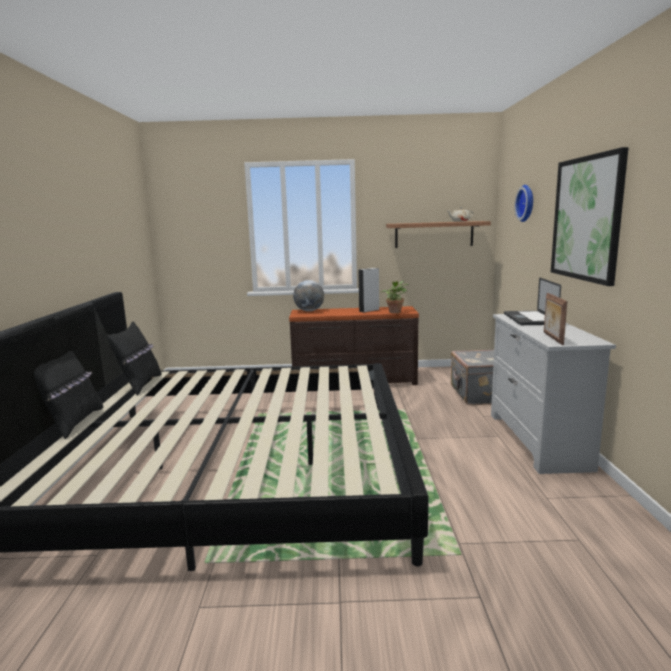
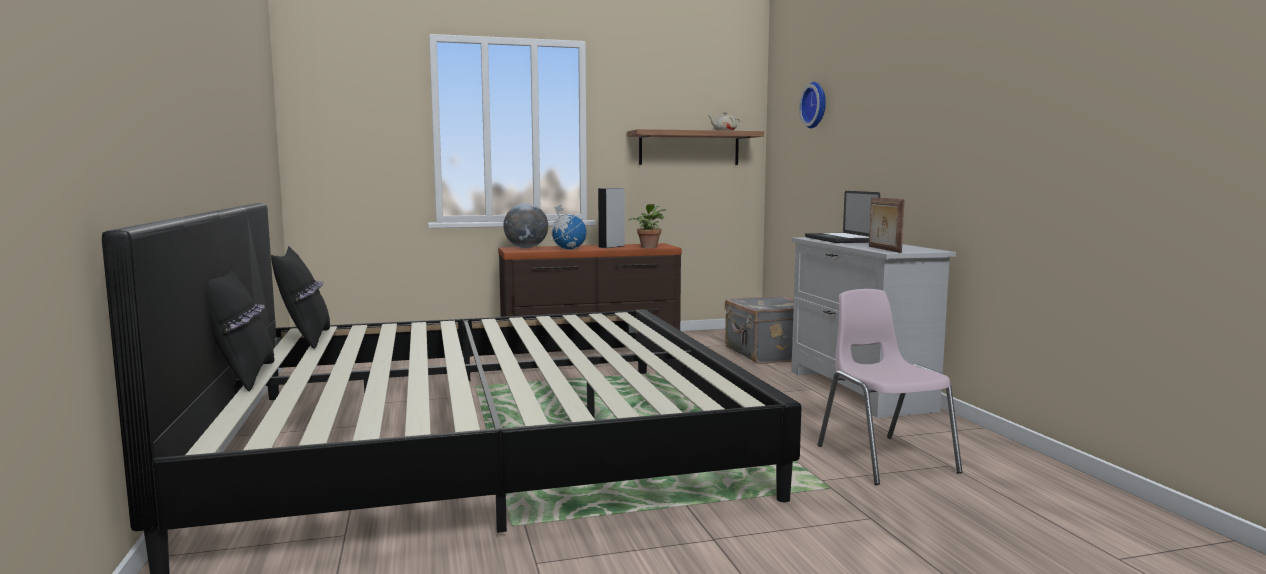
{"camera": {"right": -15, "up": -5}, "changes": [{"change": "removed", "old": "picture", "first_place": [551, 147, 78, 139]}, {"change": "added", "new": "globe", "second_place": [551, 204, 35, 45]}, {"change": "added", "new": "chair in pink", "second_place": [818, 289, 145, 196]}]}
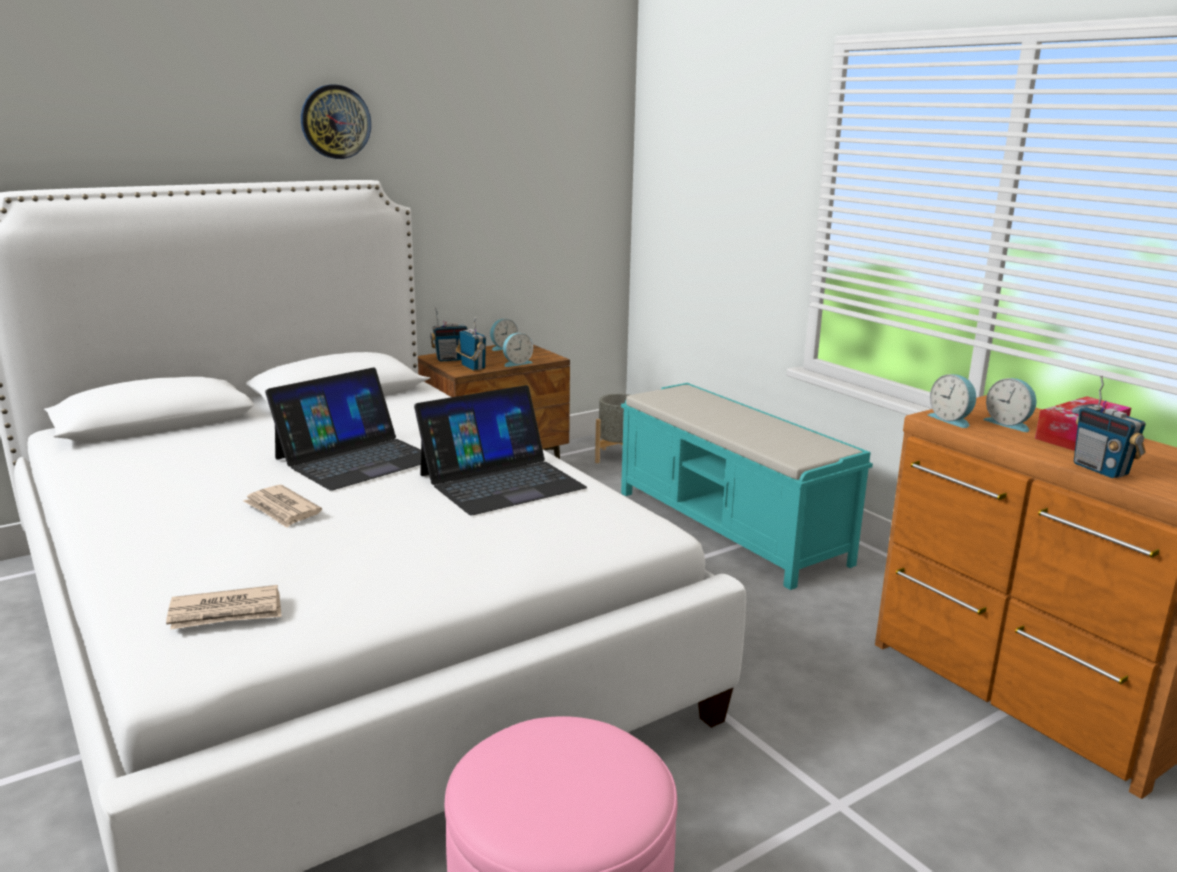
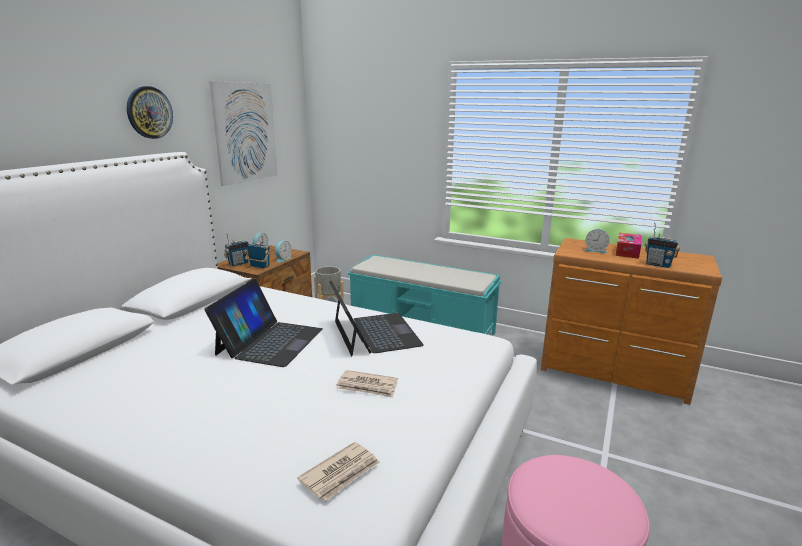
{"camera": {"right": -30, "up": 0}, "changes": [{"change": "removed", "old": "alarm clock", "first_place": [928, 374, 48, 54]}, {"change": "added", "new": "picture", "second_place": [209, 81, 69, 105]}, {"change": "moved", "old": "newspaper", "first_place": [243, 485, 79, 43], "second_place": [337, 370, 61, 28]}, {"change": "turned", "old": "laptop", "first_place": [414, 385, 173, 130], "second_place": [329, 281, 95, 75], "degrees": -45}]}
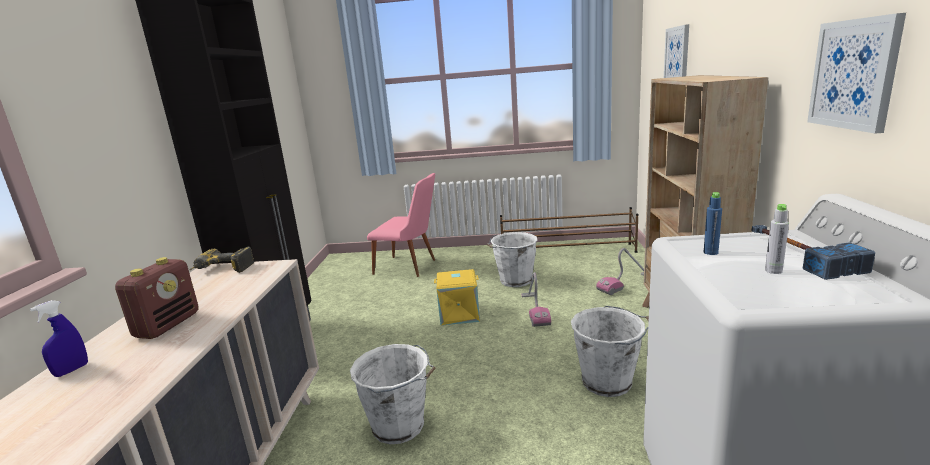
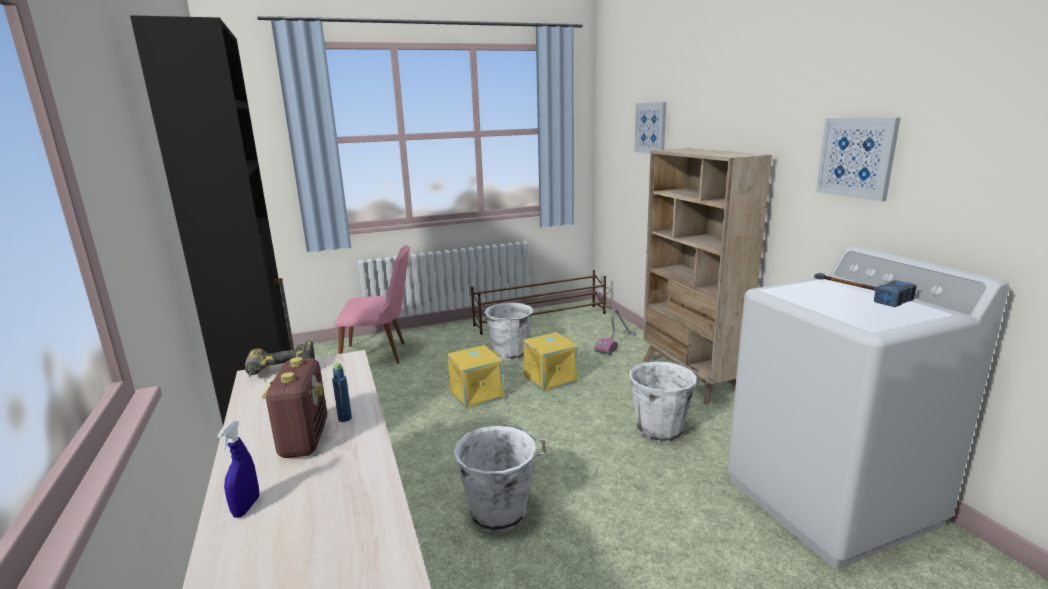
{"camera": {"right": -25, "up": 0}, "changes": [{"change": "removed", "old": "bottle in grey", "first_place": [765, 204, 24, 70]}, {"change": "moved", "old": "bottle in blue", "first_place": [704, 192, 18, 63], "second_place": [332, 363, 20, 59]}, {"change": "replaced", "old": "vacuum cleaner", "new": "storage box in yellow", "first_place": [521, 272, 30, 55], "second_place": [523, 332, 55, 60]}]}
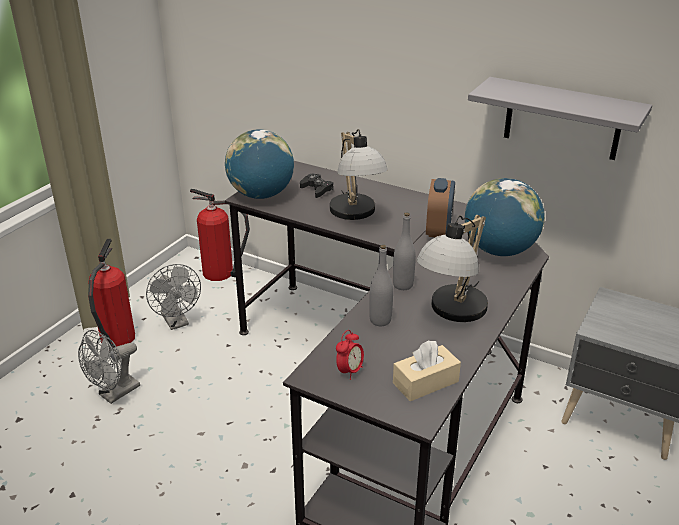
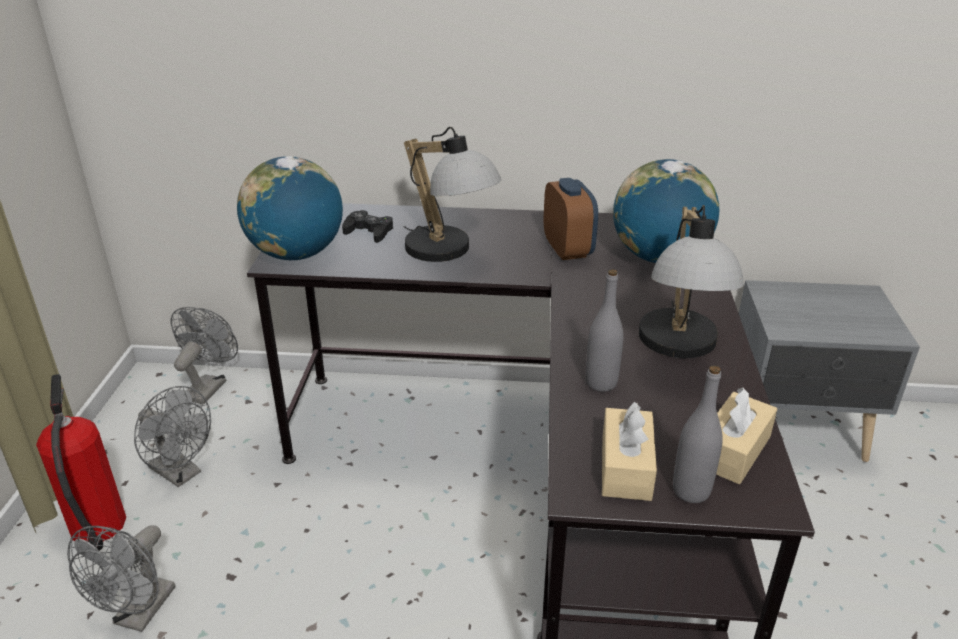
{"camera": {"right": -25, "up": 0}, "changes": [{"change": "removed", "old": "shelf in grey", "first_place": [468, 77, 184, 83]}, {"change": "moved", "old": "bottle in grey", "first_place": [393, 212, 23, 78], "second_place": [673, 366, 50, 137]}, {"change": "replaced", "old": "fire extinguisher", "new": "fan in grey", "first_place": [190, 189, 60, 92], "second_place": [170, 307, 68, 97]}, {"change": "replaced", "old": "alarm clock", "new": "tissue box in beige", "first_place": [336, 330, 28, 50], "second_place": [602, 402, 55, 99]}]}
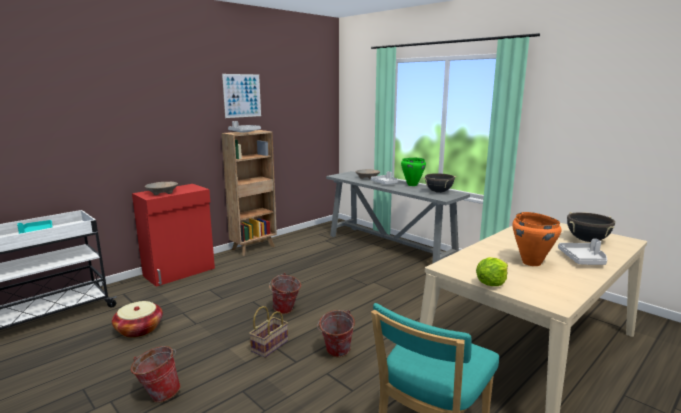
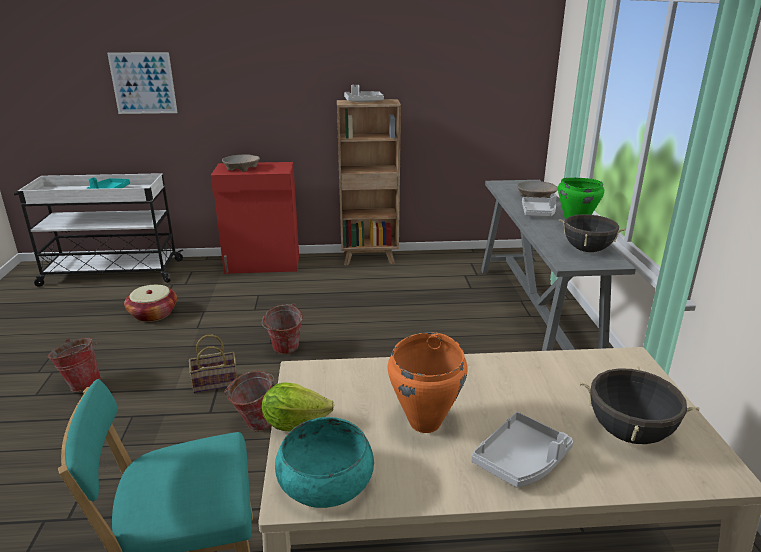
{"camera": {"right": 40, "up": 10}, "changes": [{"change": "added", "new": "bowl in turquoise", "second_place": [275, 417, 99, 91]}, {"change": "moved", "old": "picture", "first_place": [222, 74, 39, 44], "second_place": [107, 52, 70, 62]}]}
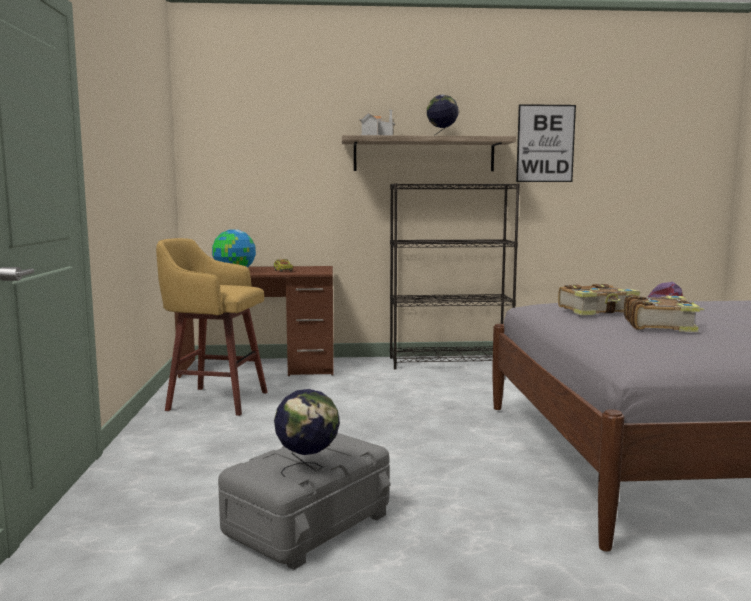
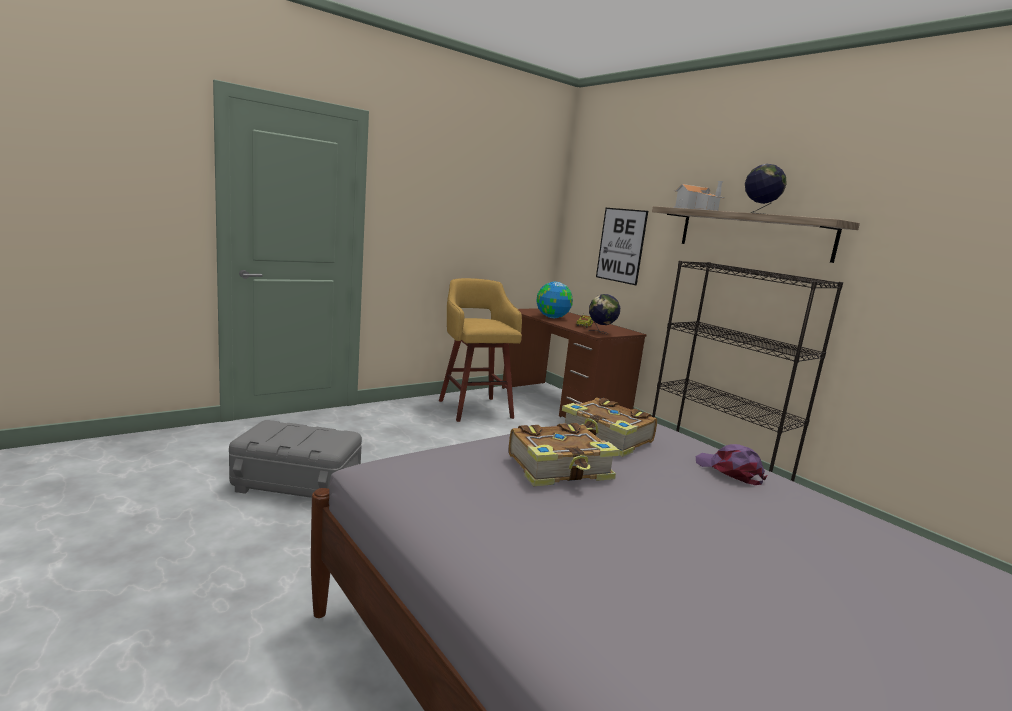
{"camera": {"right": 55, "up": 5}, "changes": [{"change": "moved", "old": "globe", "first_place": [274, 389, 66, 88], "second_place": [589, 294, 31, 41]}, {"change": "moved", "old": "picture", "first_place": [516, 104, 60, 78], "second_place": [596, 208, 52, 77]}]}
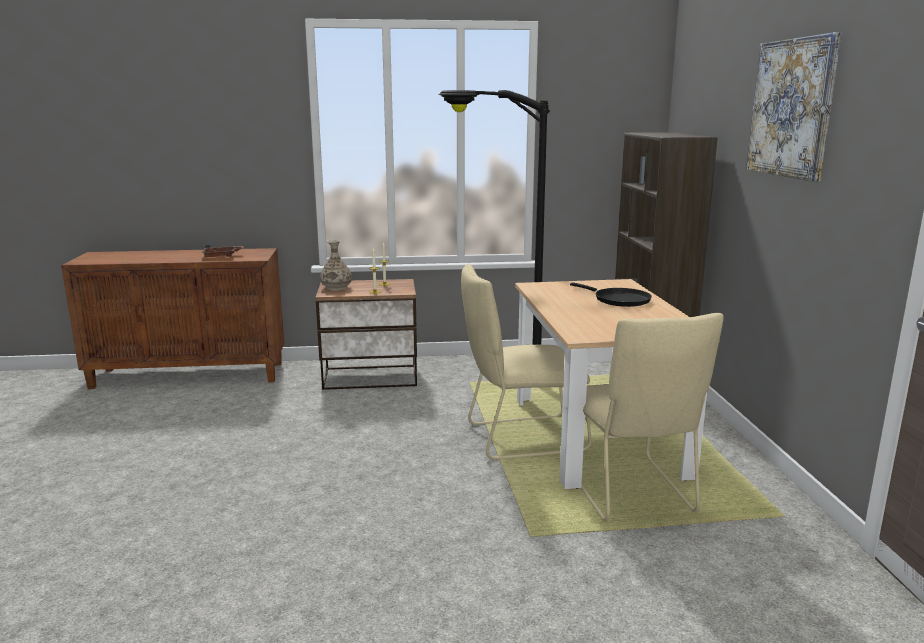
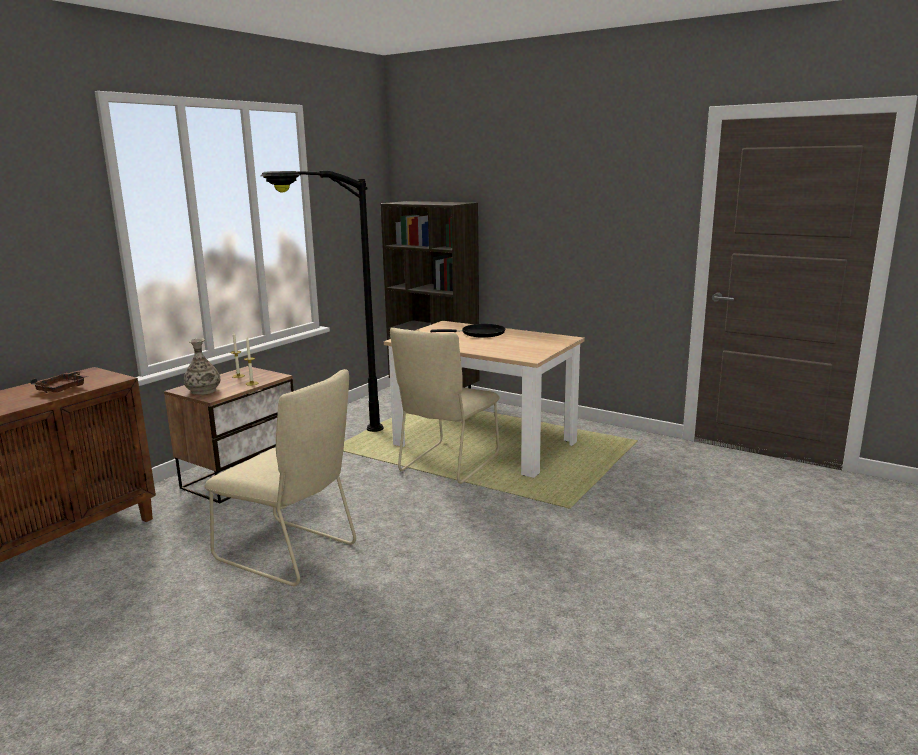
{"camera": {"right": -50, "up": 0}, "changes": [{"change": "removed", "old": "picture", "first_place": [746, 32, 95, 150]}, {"change": "moved", "old": "chair in beige", "first_place": [581, 313, 143, 208], "second_place": [205, 369, 151, 217]}]}
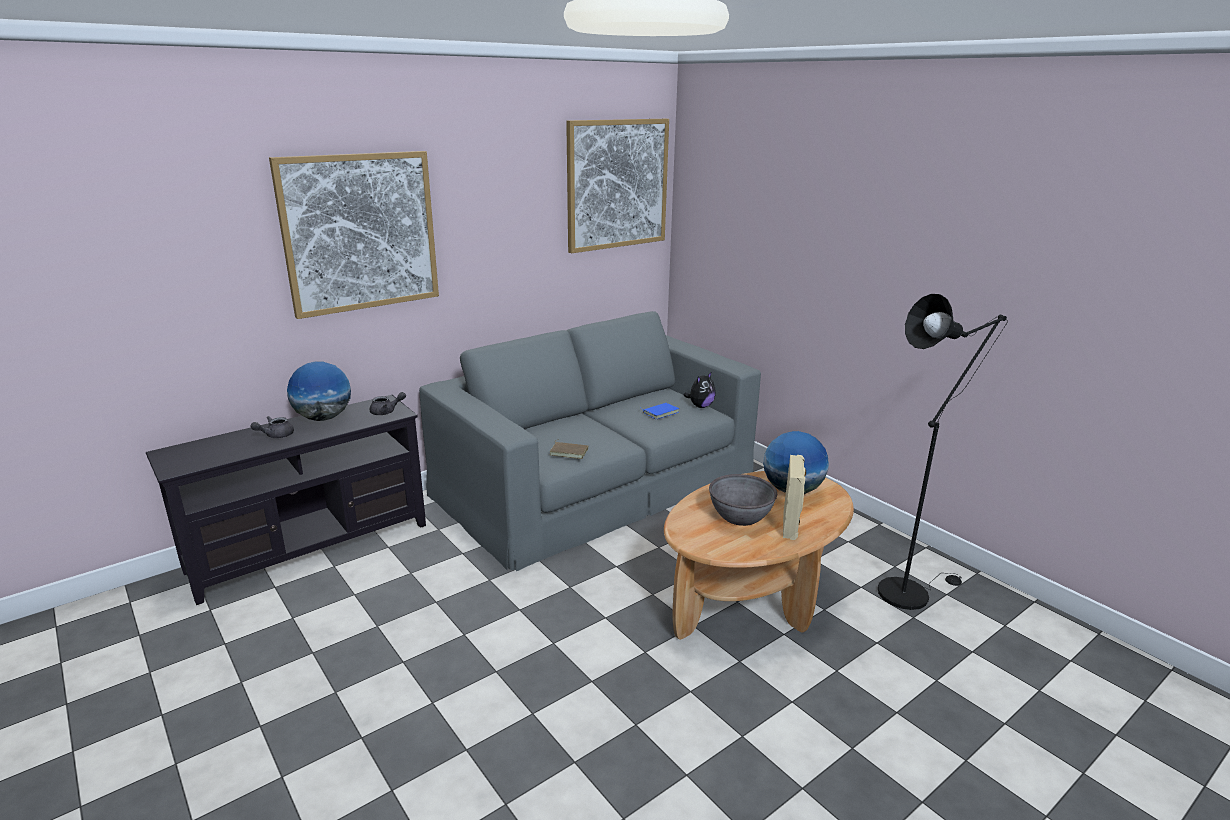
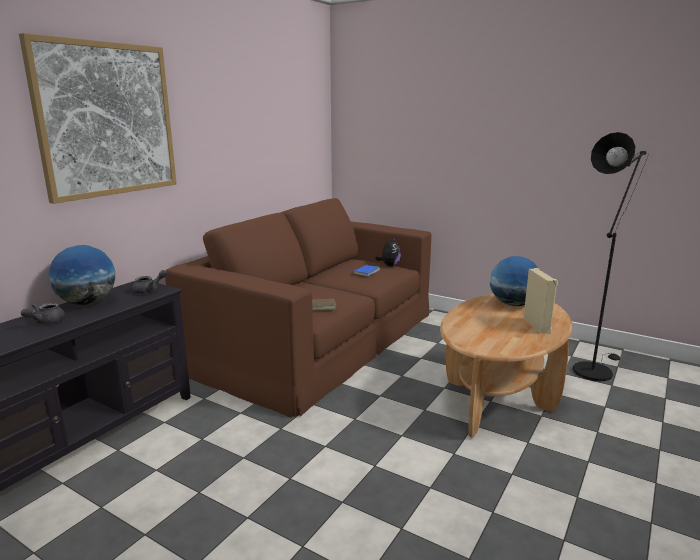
{"camera": {"right": -20, "up": -5}, "changes": [{"change": "removed", "old": "picture", "first_place": [566, 119, 103, 134]}, {"change": "removed", "old": "bowl in grey", "first_place": [709, 474, 68, 52]}, {"change": "recoloured", "old": "sofa in grey", "new": "sofa in brown", "first_place": [419, 311, 342, 260], "second_place": [165, 198, 266, 220]}]}
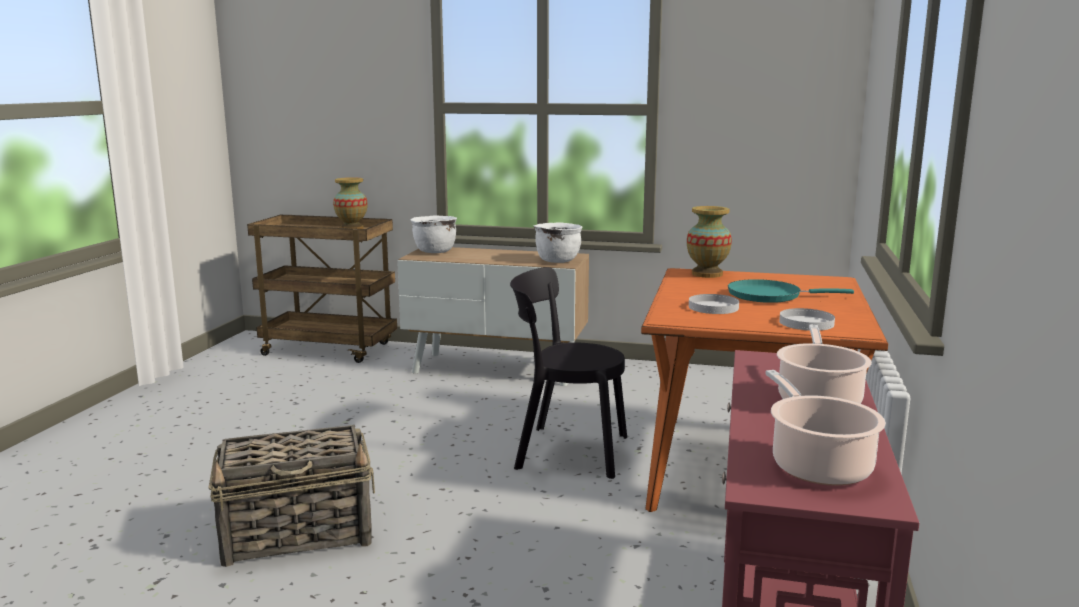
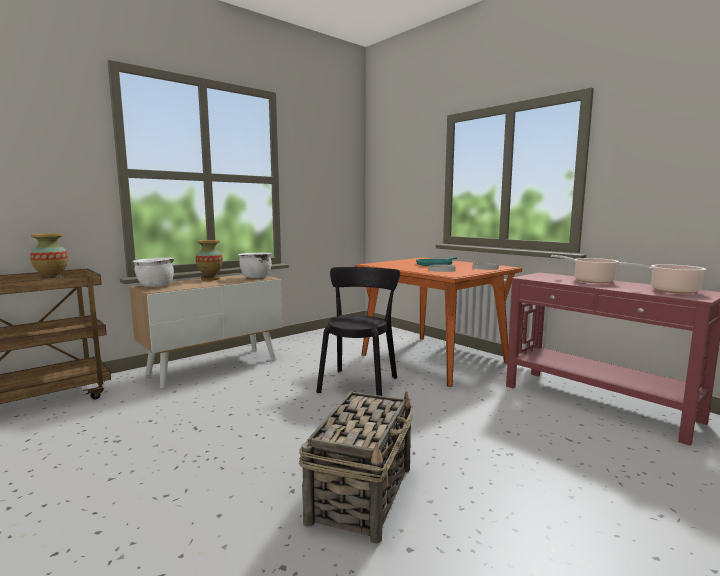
{"camera": {"right": -55, "up": -5}, "changes": [{"change": "moved", "old": "vase", "first_place": [687, 206, 45, 72], "second_place": [196, 240, 27, 41]}, {"change": "turned", "old": "chair in black", "first_place": [510, 267, 117, 212], "second_place": [316, 267, 84, 129], "degrees": 150}]}
